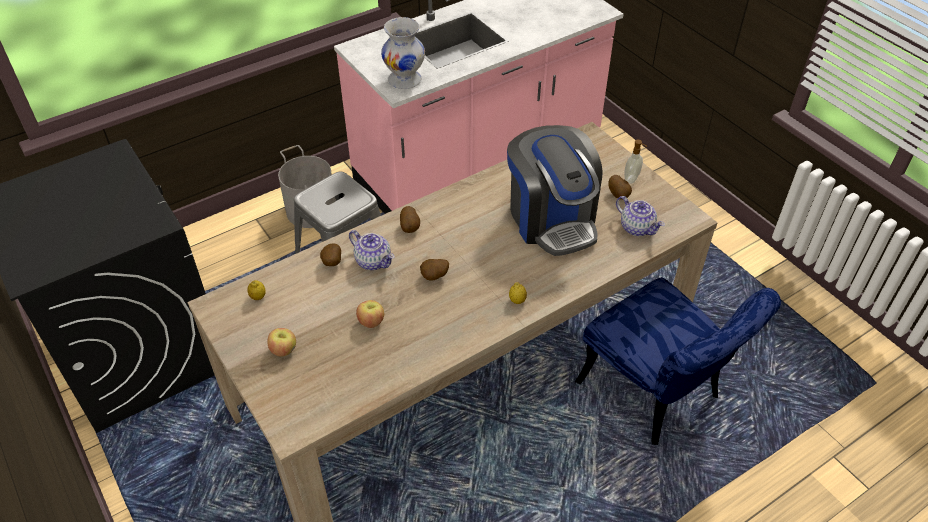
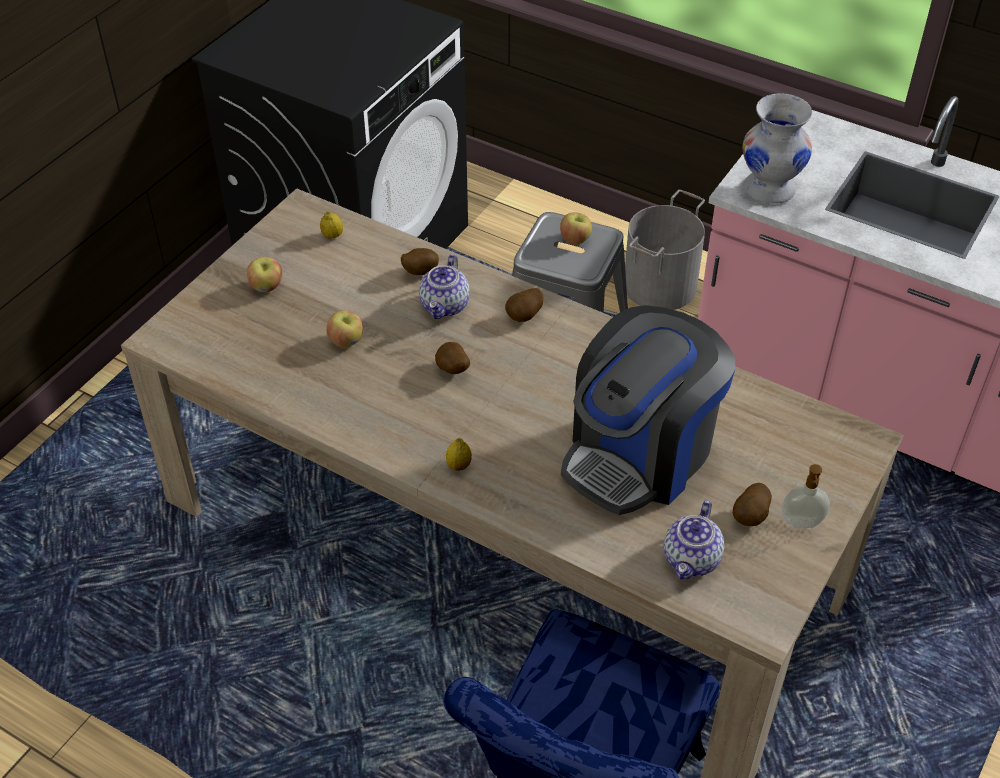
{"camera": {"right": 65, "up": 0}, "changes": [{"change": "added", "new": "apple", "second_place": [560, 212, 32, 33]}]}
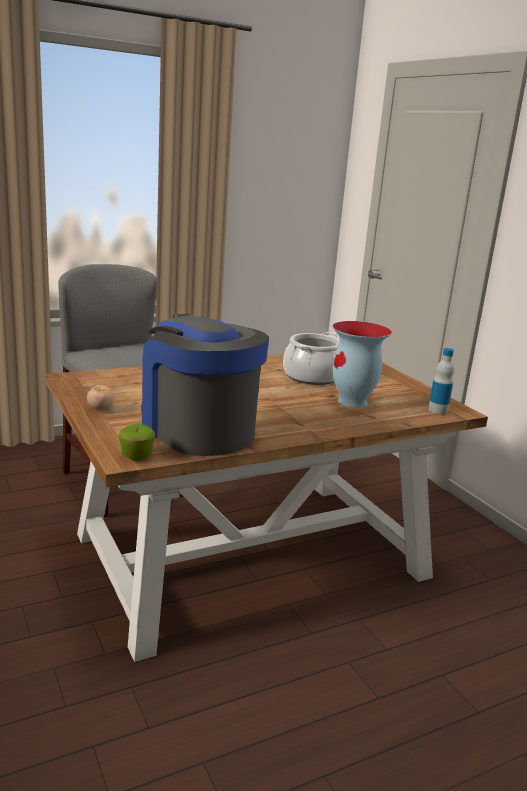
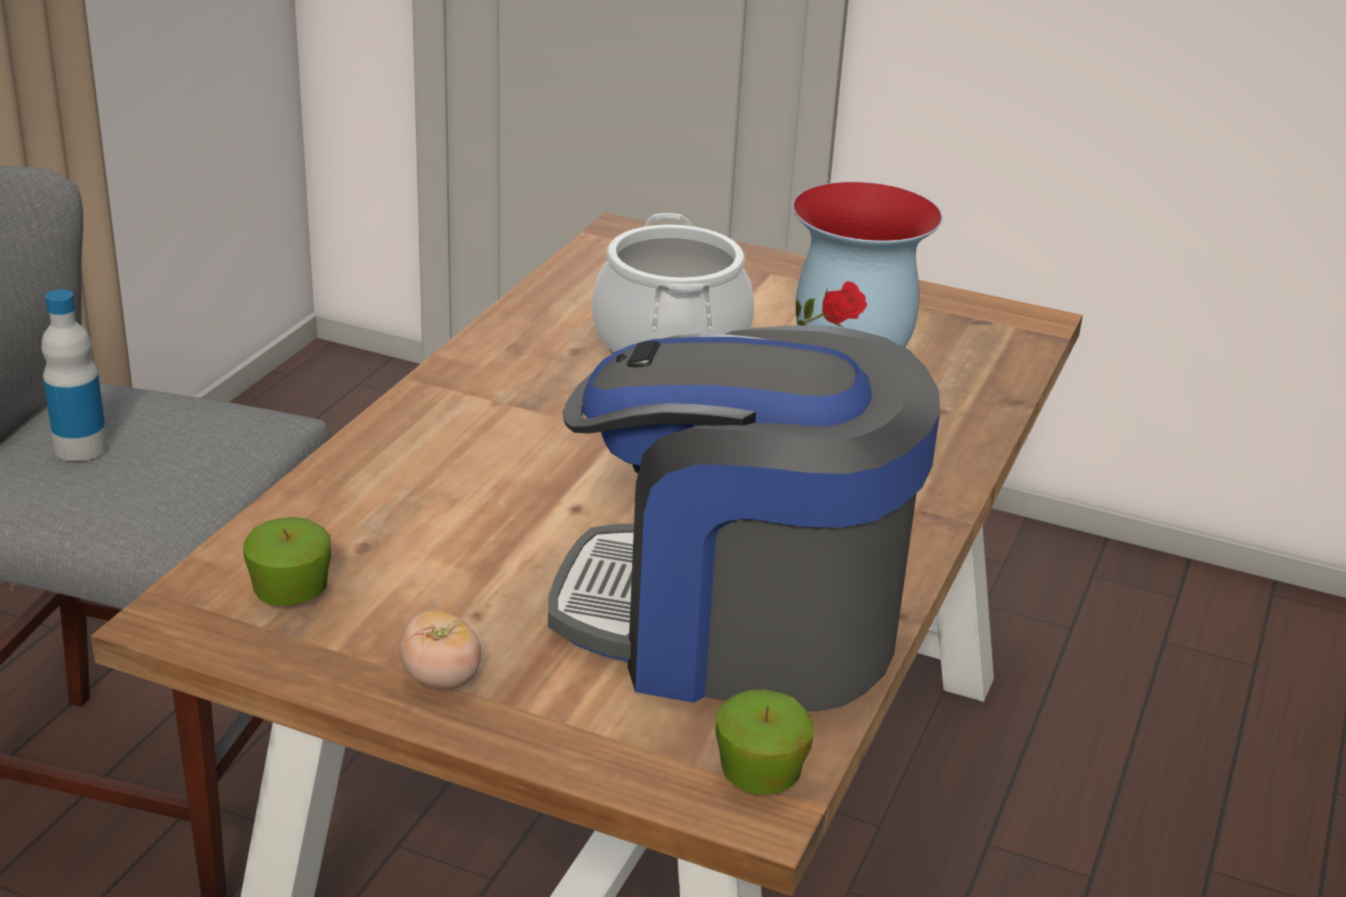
{"camera": {"right": -40, "up": 10}, "changes": [{"change": "added", "new": "apple", "second_place": [243, 517, 88, 89]}, {"change": "moved", "old": "bottle", "first_place": [428, 348, 26, 66], "second_place": [41, 290, 67, 172]}]}
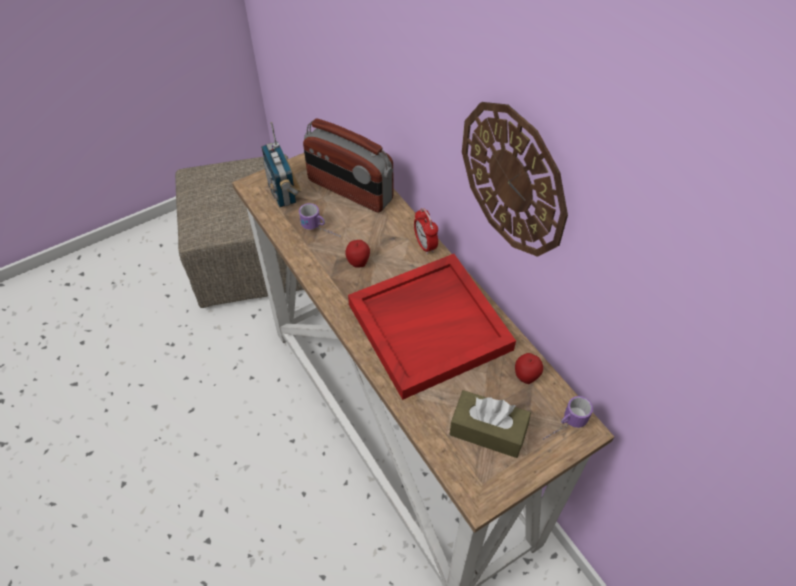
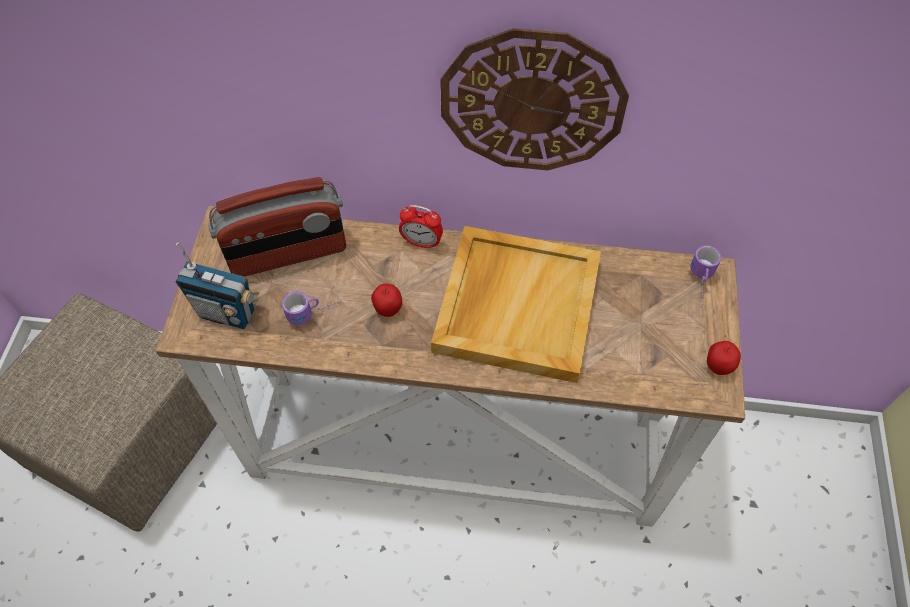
{"camera": {"right": -50, "up": 5}, "changes": [{"change": "removed", "old": "tissue box in brown", "first_place": [449, 390, 82, 68]}, {"change": "moved", "old": "apple", "first_place": [515, 353, 28, 31], "second_place": [707, 341, 34, 34]}, {"change": "recoloured", "old": "tray in red", "new": "tray in beige", "first_place": [348, 254, 168, 146], "second_place": [431, 226, 170, 157]}]}
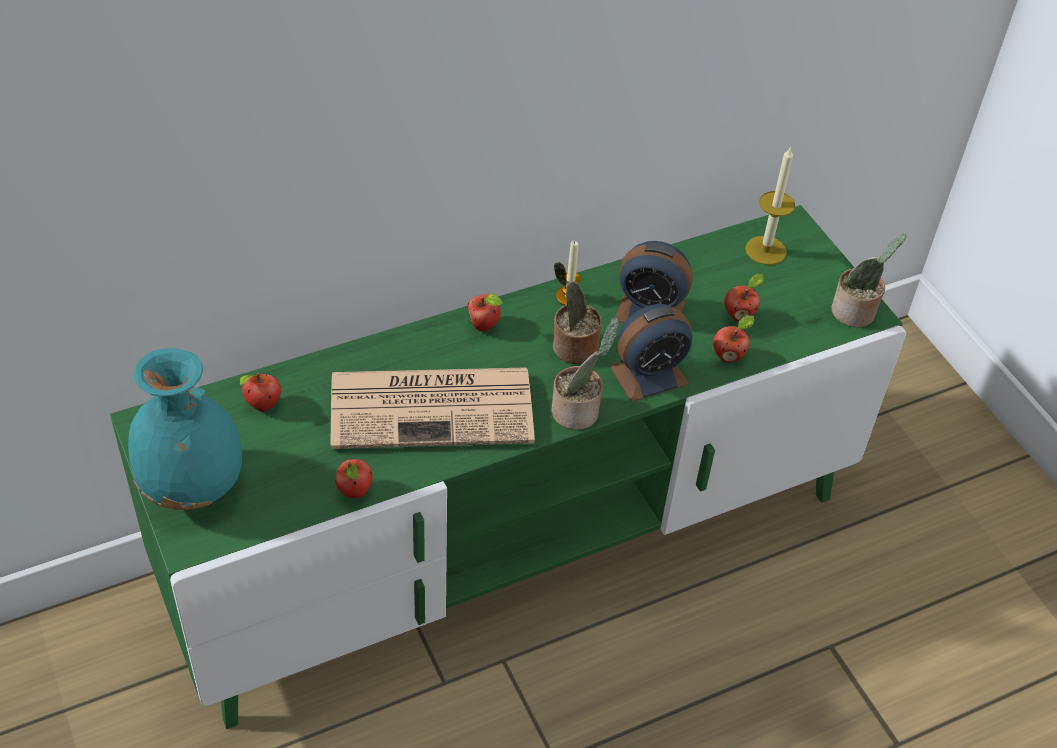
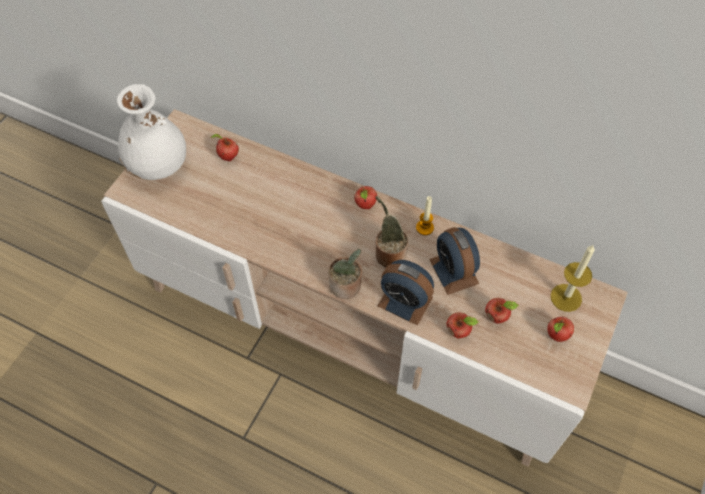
{"camera": {"right": 55, "up": 10}, "changes": [{"change": "removed", "old": "newspaper", "first_place": [331, 367, 204, 82]}, {"change": "removed", "old": "potted plant", "first_place": [831, 234, 75, 93]}, {"change": "moved", "old": "apple", "first_place": [335, 459, 38, 39], "second_place": [547, 316, 27, 26]}, {"change": "recoloured", "old": "tv stand in green", "new": "tv stand in beige", "first_place": [110, 205, 796, 524], "second_place": [101, 109, 527, 358]}, {"change": "recoloured", "old": "vase in turquoise", "new": "vase in white", "first_place": [128, 348, 114, 162], "second_place": [117, 84, 69, 96]}]}
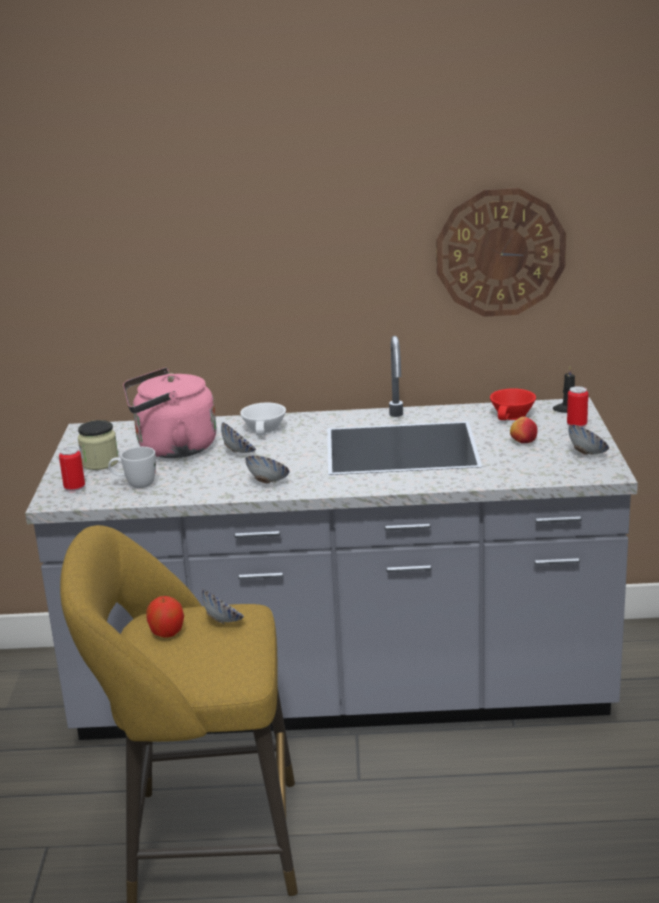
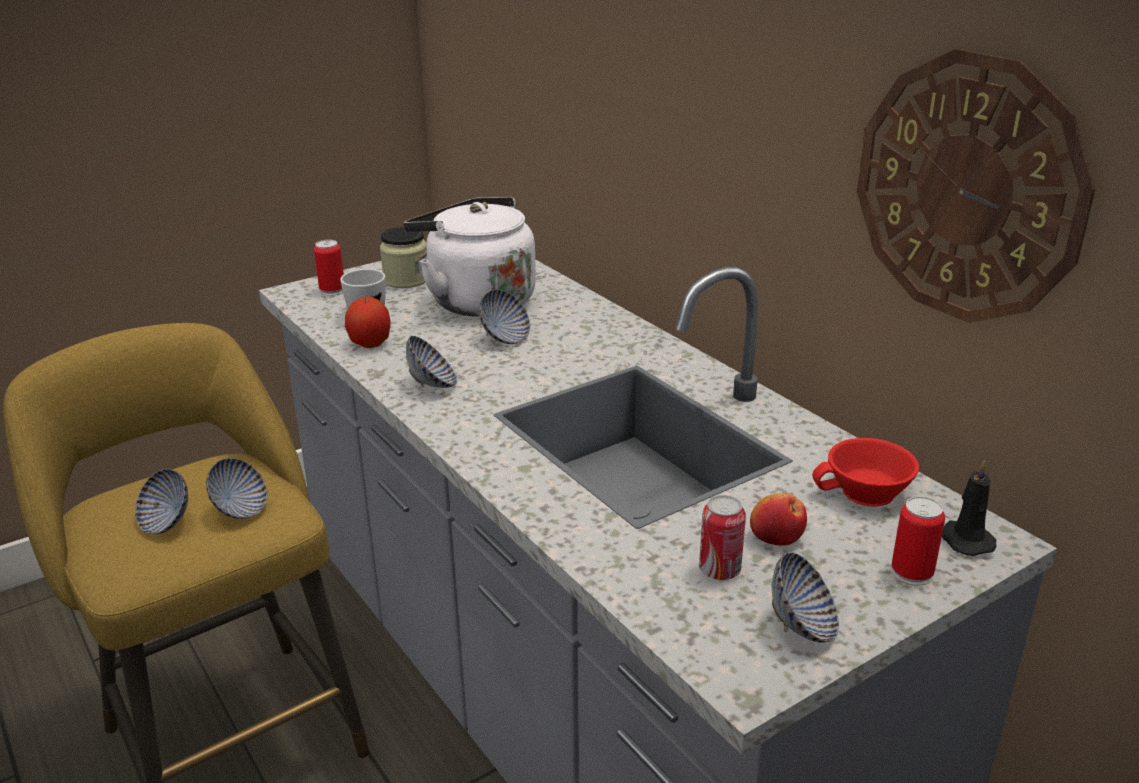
{"camera": {"right": 55, "up": 5}, "changes": [{"change": "removed", "old": "cup in white", "first_place": [240, 403, 46, 33]}, {"change": "added", "new": "bowl", "second_place": [135, 469, 54, 65]}, {"change": "added", "new": "can", "second_place": [699, 495, 47, 85]}, {"change": "moved", "old": "apple", "first_place": [146, 596, 38, 42], "second_place": [345, 297, 46, 51]}, {"change": "recoloured", "old": "kettle in pink", "new": "kettle in white", "first_place": [123, 367, 94, 91], "second_place": [404, 197, 132, 120]}]}
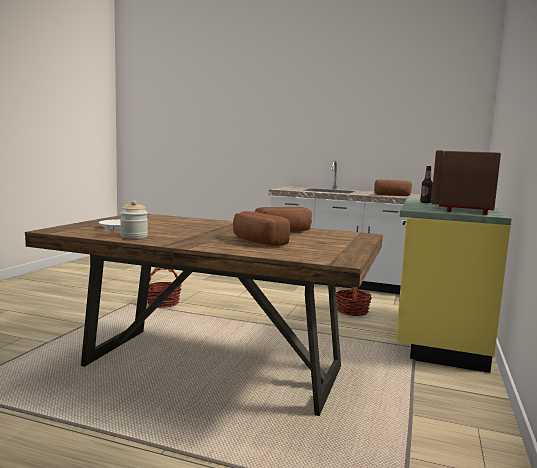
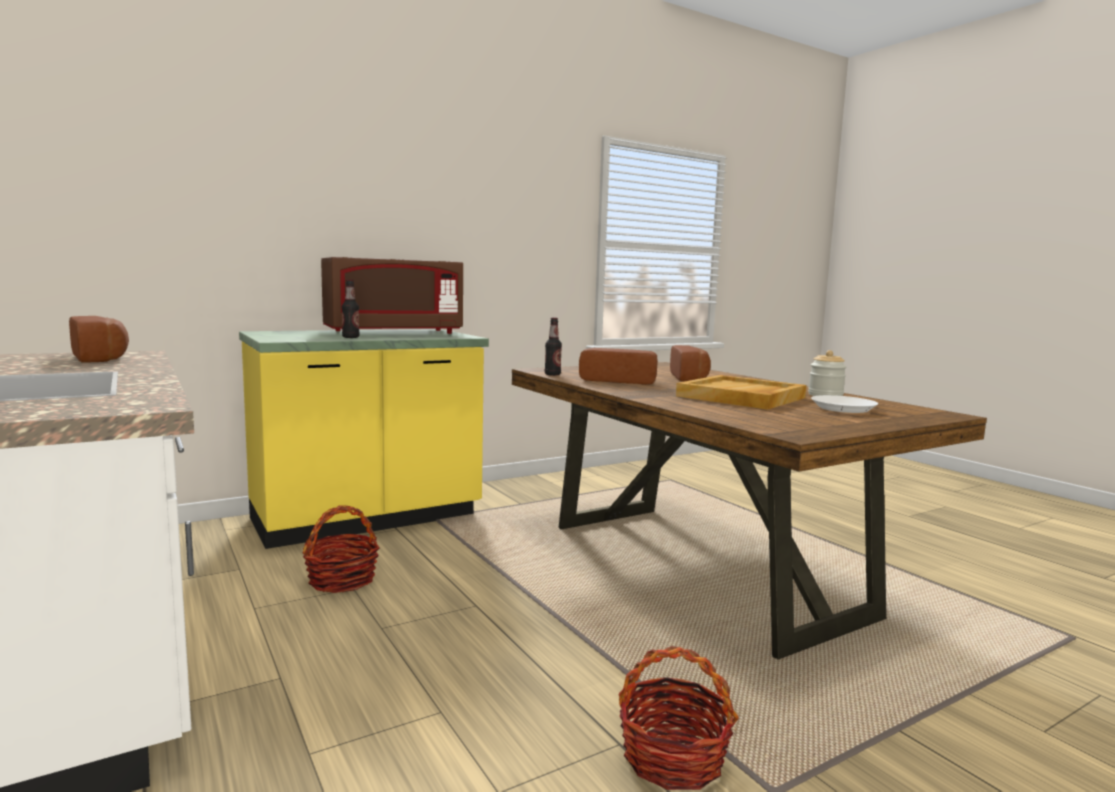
{"camera": {"right": -140, "up": 0}, "changes": [{"change": "added", "new": "bottle", "second_place": [545, 317, 17, 59]}, {"change": "added", "new": "tray in beige", "second_place": [676, 375, 130, 35]}]}
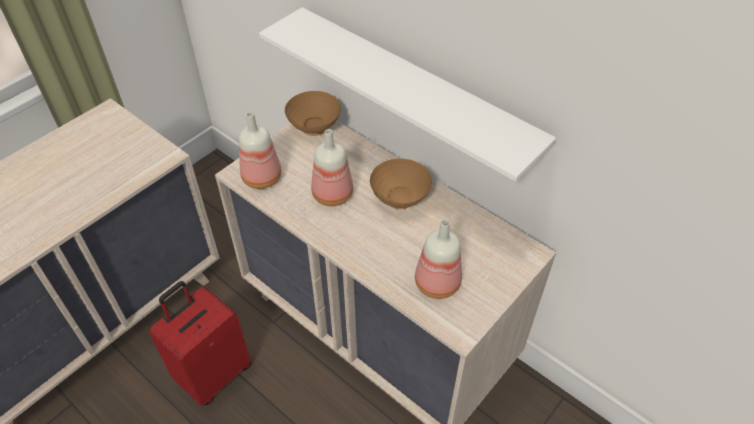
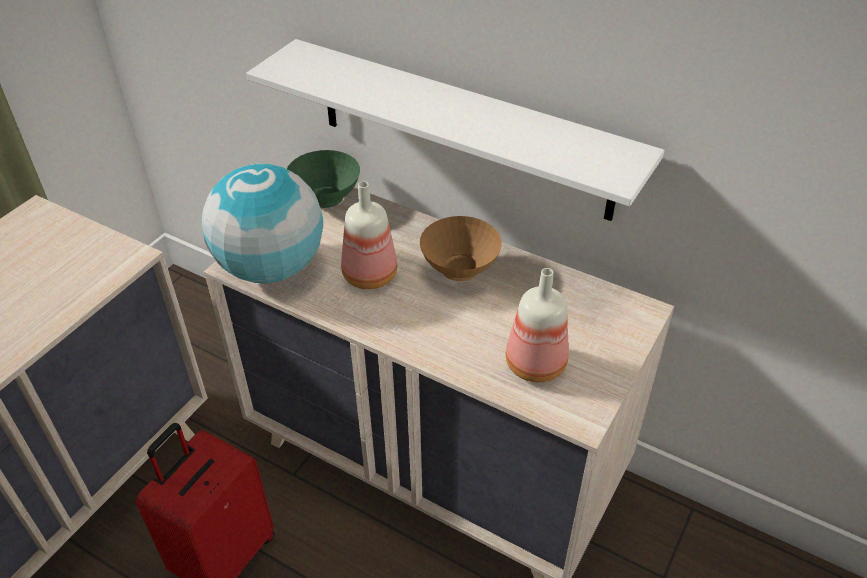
{"camera": {"right": -10, "up": -5}, "changes": [{"change": "replaced", "old": "bottle", "new": "globe", "first_place": [239, 112, 43, 77], "second_place": [202, 164, 121, 119]}, {"change": "recoloured", "old": "bowl in brown", "new": "bowl in green", "first_place": [285, 91, 56, 45], "second_place": [287, 150, 73, 58]}]}
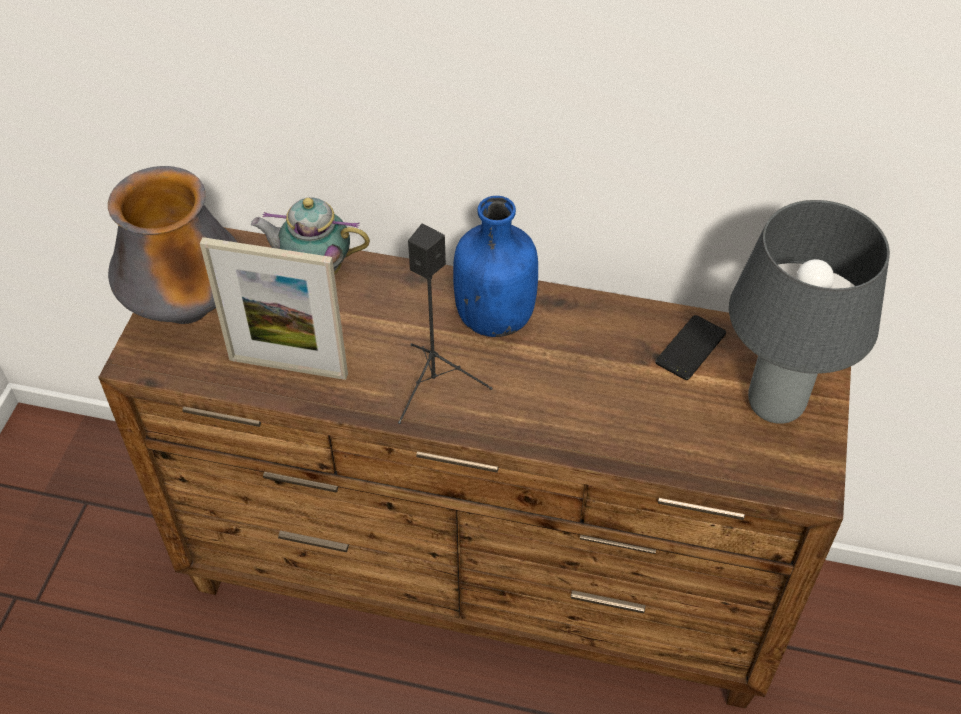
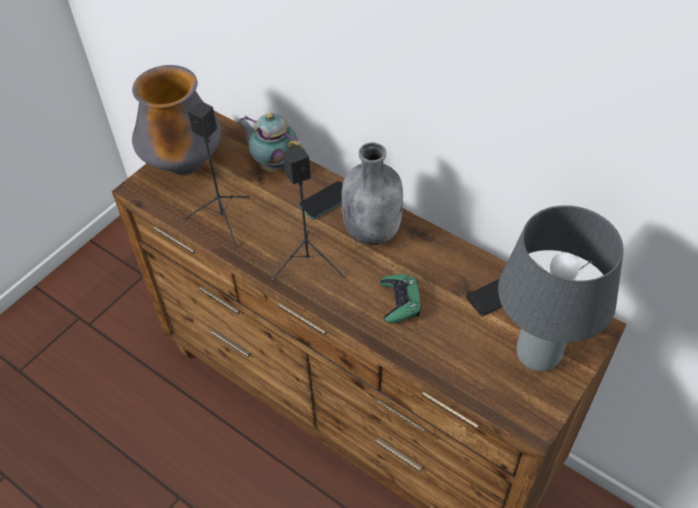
{"camera": {"right": 25, "up": 0}, "changes": [{"change": "added", "new": "phone", "second_place": [298, 181, 45, 39]}, {"change": "added", "new": "game controller in green", "second_place": [380, 274, 41, 49]}, {"change": "replaced", "old": "picture frame", "new": "speaker in black", "first_place": [200, 237, 148, 143], "second_place": [185, 101, 64, 147]}, {"change": "recoloured", "old": "bottle in blue", "new": "bottle in grey", "first_place": [453, 196, 85, 141], "second_place": [342, 142, 61, 103]}]}
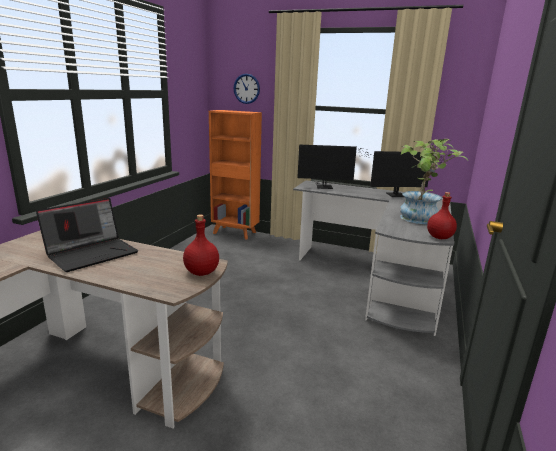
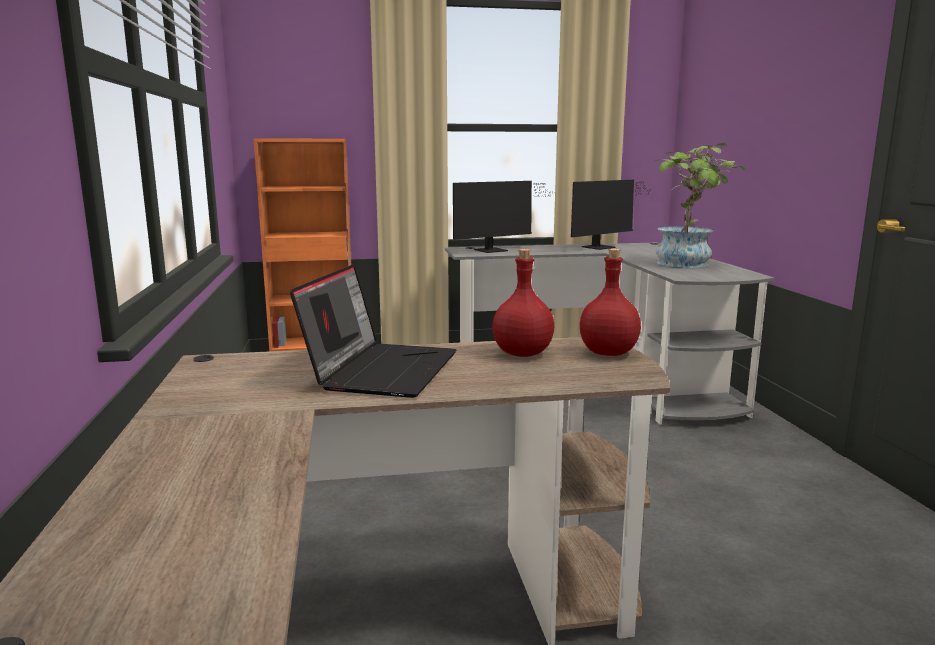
{"camera": {"right": -30, "up": -5}, "changes": [{"change": "removed", "old": "wall clock", "first_place": [233, 74, 27, 30]}, {"change": "moved", "old": "bottle in red", "first_place": [427, 192, 30, 47], "second_place": [492, 249, 62, 108]}]}
